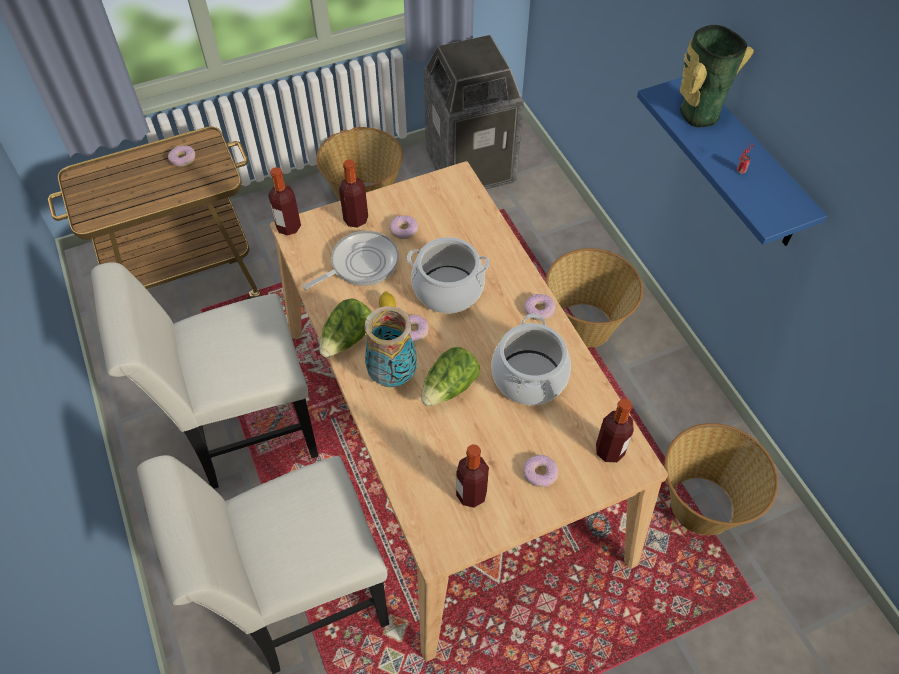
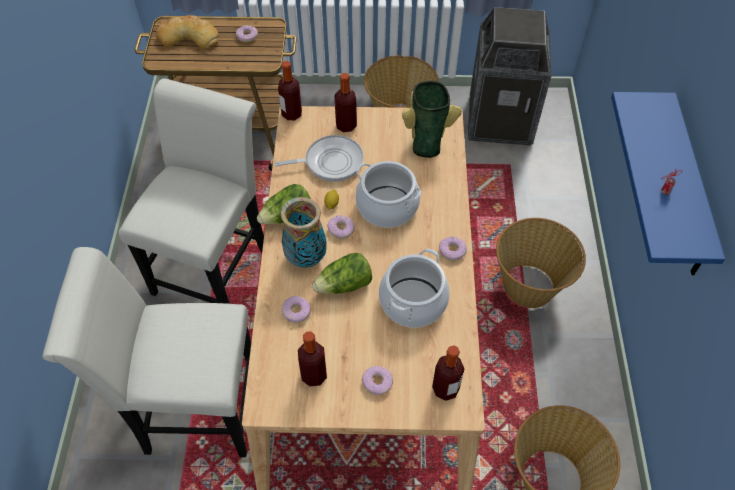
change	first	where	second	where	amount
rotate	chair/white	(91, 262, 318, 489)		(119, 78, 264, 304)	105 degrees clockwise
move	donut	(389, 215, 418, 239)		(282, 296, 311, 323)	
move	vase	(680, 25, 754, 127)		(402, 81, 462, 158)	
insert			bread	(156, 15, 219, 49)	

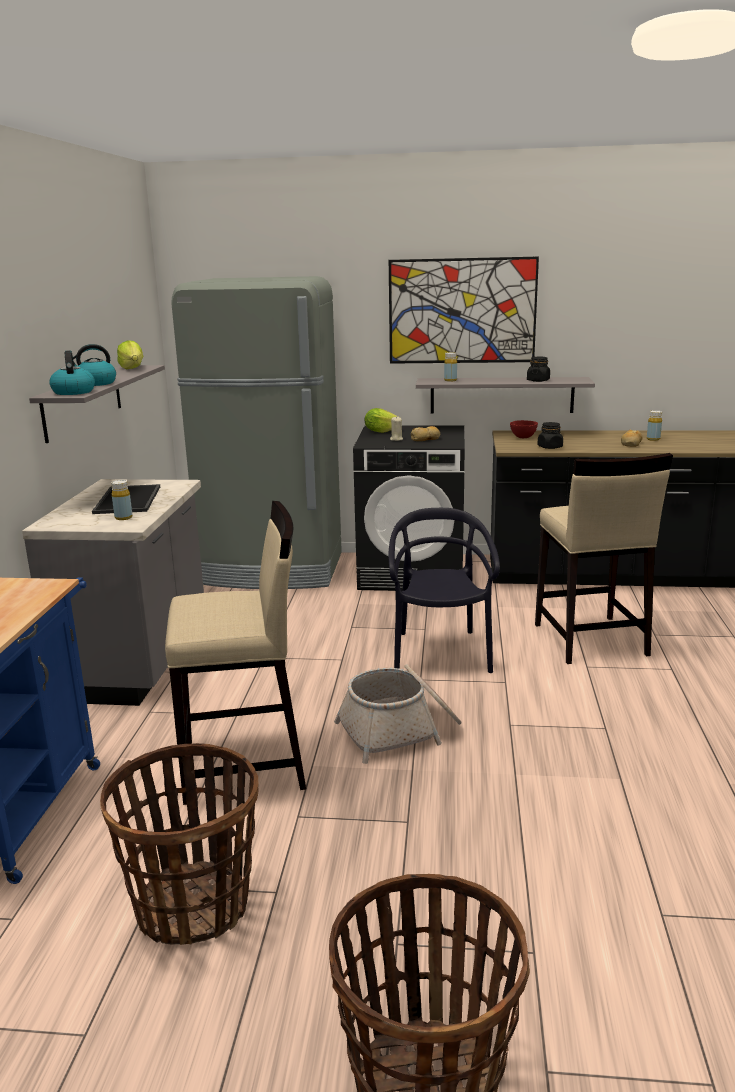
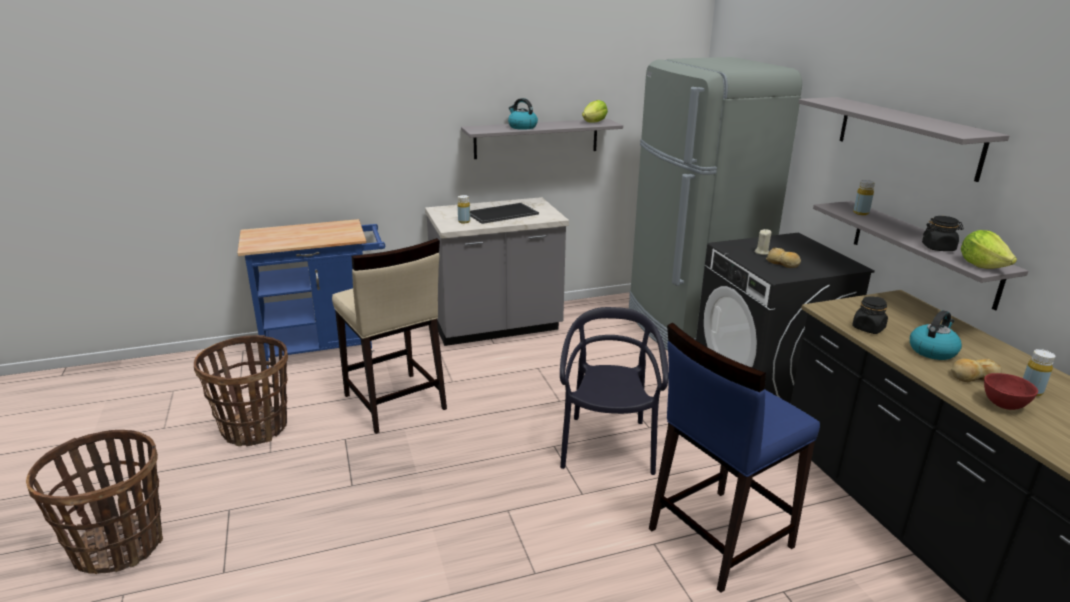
change	first	where	second	where	amount
move	kettle	(49, 350, 95, 395)		(910, 310, 962, 360)	
delete	basket	(334, 664, 462, 764)			
move	lettuce	(365, 408, 398, 433)		(961, 230, 1017, 269)	
replace	picture	(389, 257, 539, 364)	shelf/grey	(799, 97, 1009, 182)	
rotate	chair/black	(389, 508, 500, 673)		(560, 307, 668, 475)	60 degrees counterclockwise
move	bowl/red	(510, 420, 538, 438)		(984, 373, 1038, 410)	
recolor	stool/beige	(535, 453, 673, 664)	stool/blue	(649, 322, 820, 593)	

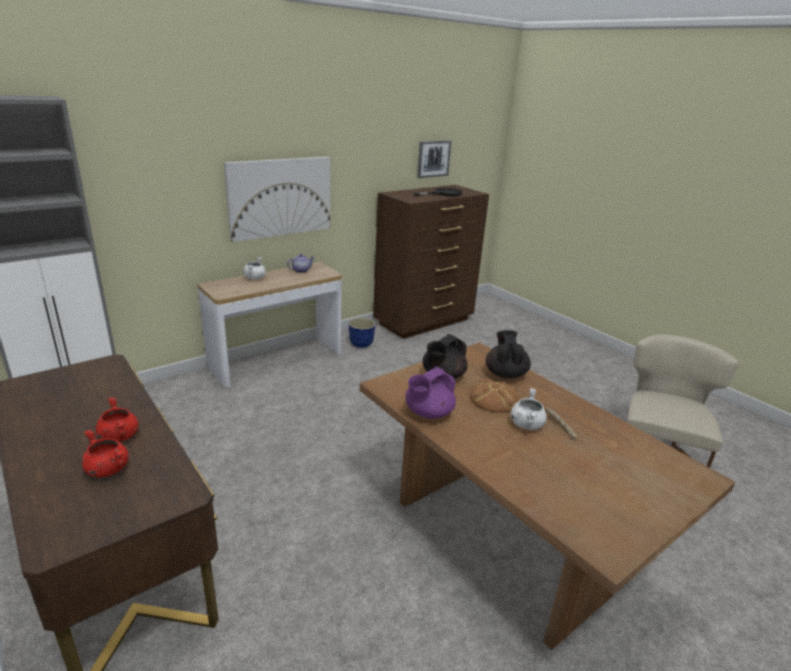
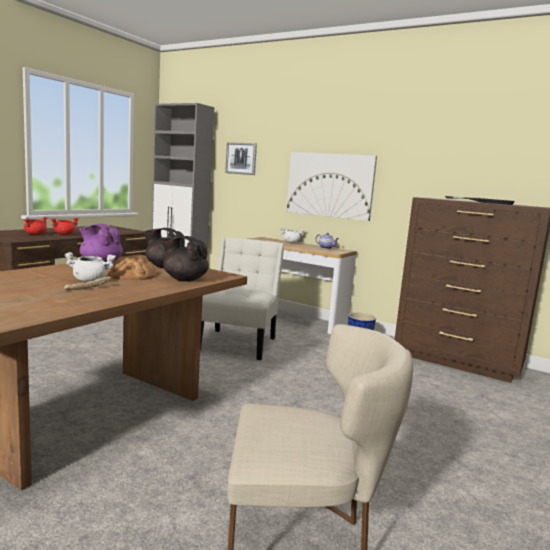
change	first	where	second	where	amount
move	picture	(417, 140, 452, 178)		(225, 142, 257, 175)	
rotate	teapot/black	(486, 330, 531, 379)		(162, 236, 209, 282)	135 degrees counterclockwise
insert			chair/white	(200, 237, 284, 360)	

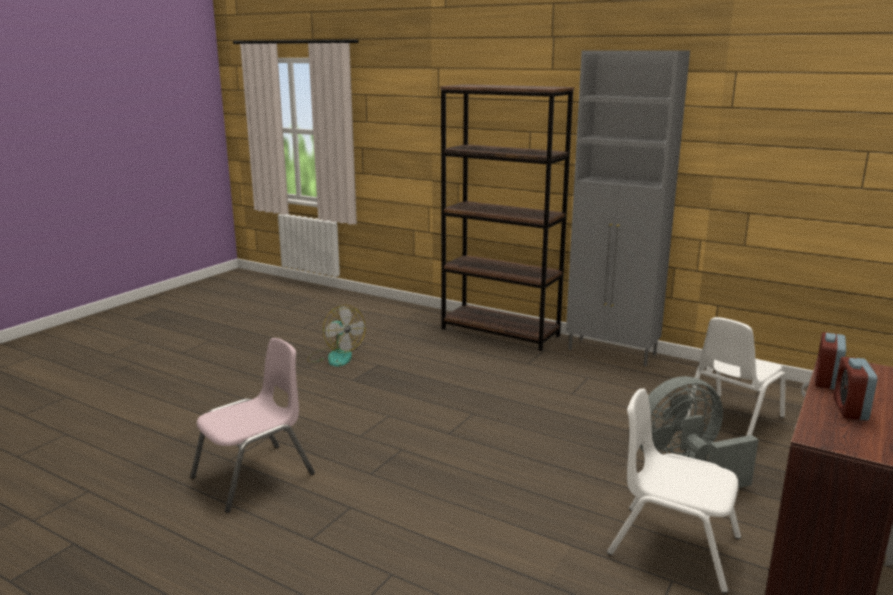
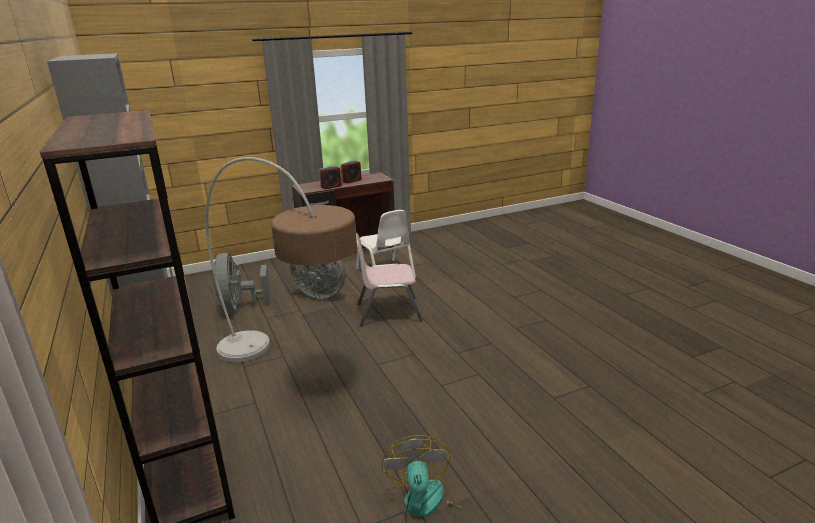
change	first	where	second	where	amount
move	chair/pink	(190, 338, 315, 513)		(356, 233, 423, 326)	
replace	chair/white	(686, 317, 786, 436)	fan/grey	(213, 253, 270, 312)	
insert			floor lamp	(205, 157, 357, 363)	

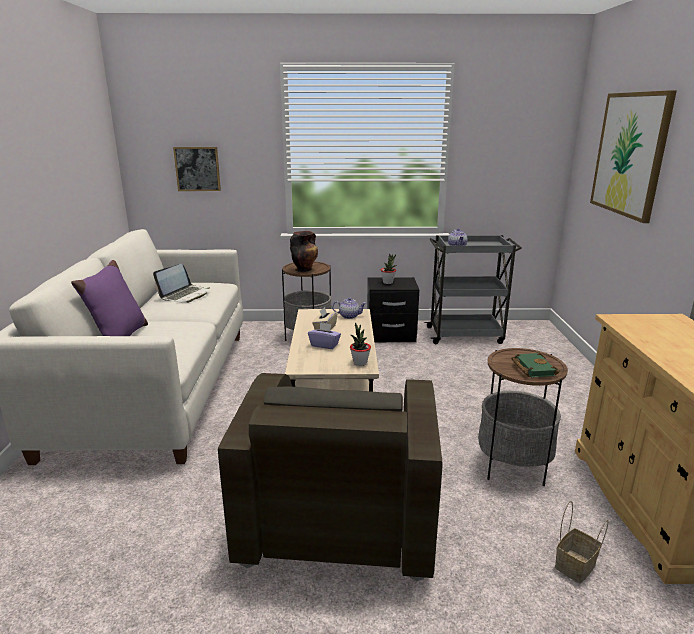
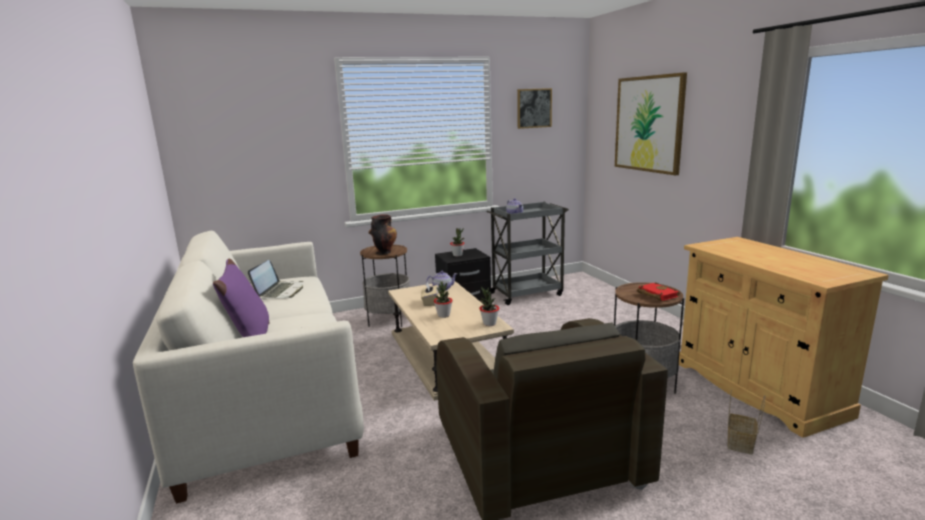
change	first	where	second	where	amount
move	picture	(173, 147, 221, 191)		(517, 88, 552, 129)	
replace	tissue box/purple	(308, 322, 341, 349)	potted plant	(434, 281, 453, 318)	
recolor	book/green	(511, 353, 560, 377)	book/red	(637, 282, 680, 301)	

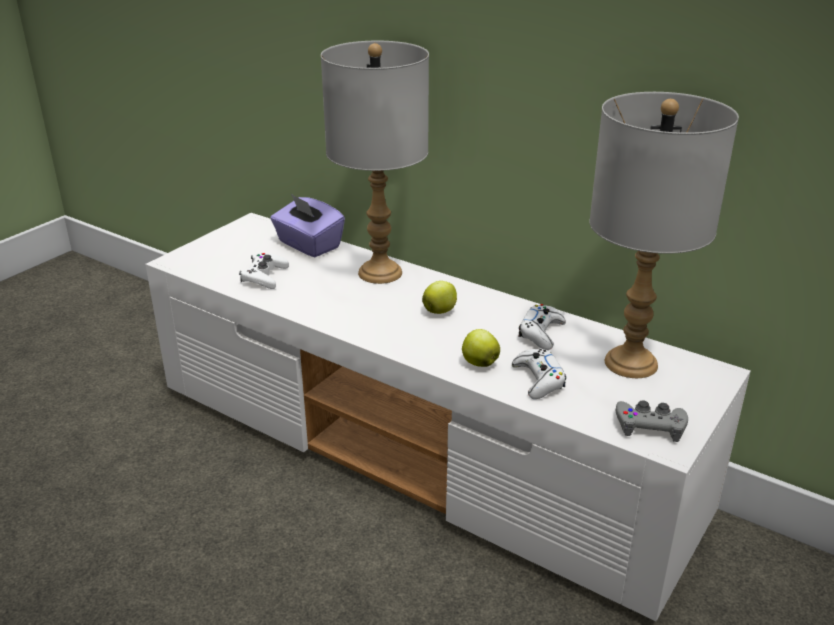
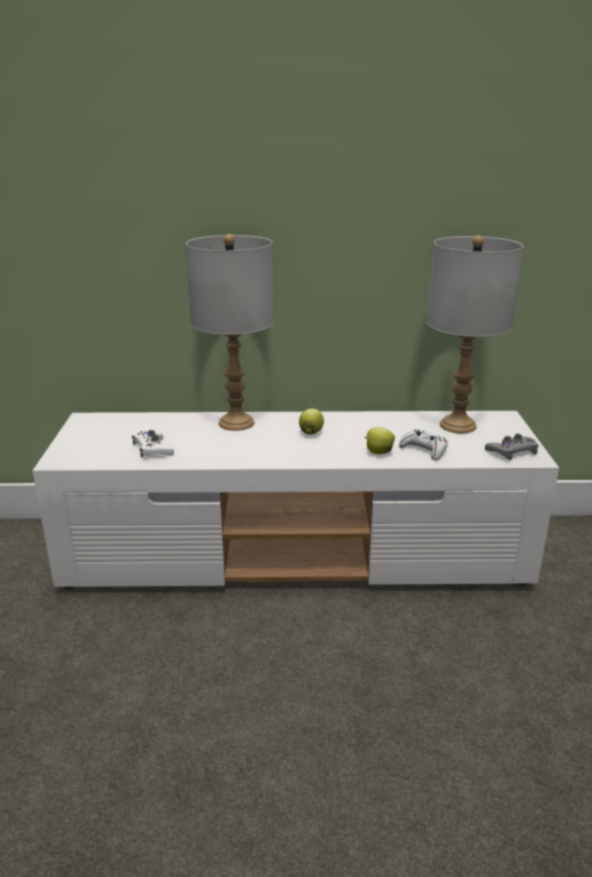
change	first	where	second	where	amount
delete	tissue box/purple	(270, 194, 345, 257)			
delete	game controller/white	(518, 304, 566, 350)			

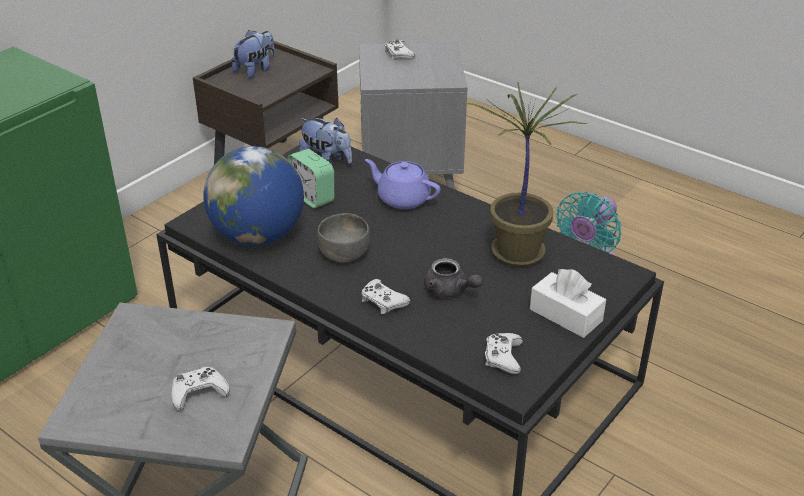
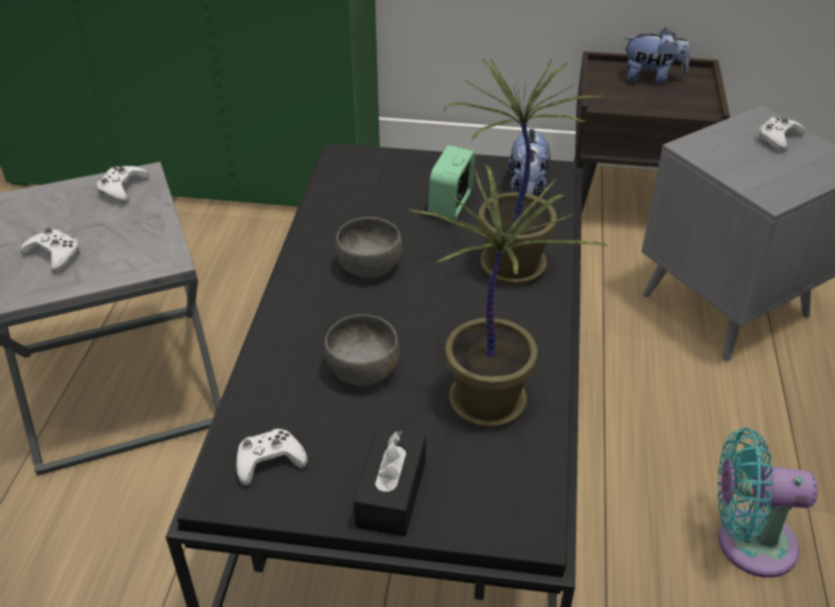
change	first	where	second	where	amount
delete	globe	(203, 146, 304, 246)			
move	game controller/white	(361, 279, 410, 314)		(96, 166, 149, 204)	
replace	teapot/purple	(365, 159, 441, 209)	potted plant	(444, 58, 603, 284)	
replace	teapot/grey	(424, 258, 483, 298)	bowl/grey	(324, 314, 399, 386)	
recolor	tissue box/white	(530, 269, 606, 338)	tissue box/black	(354, 428, 426, 536)	

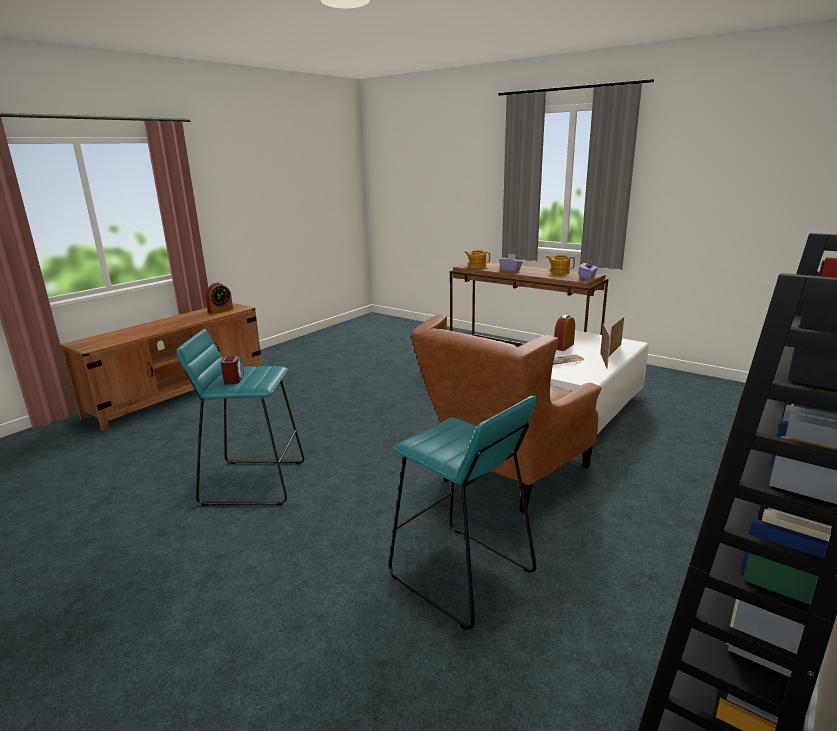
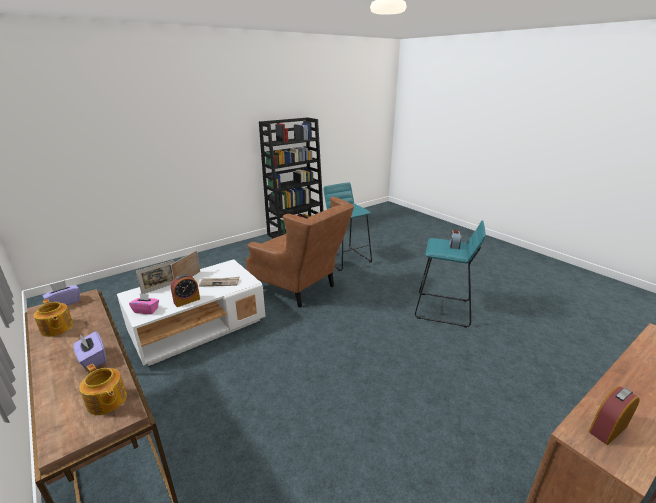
change	first	where	second	where	amount
rotate	armchair/brown	(411, 315, 601, 513)		(246, 197, 354, 308)	75 degrees clockwise
insert			tissue box/pink	(129, 293, 159, 314)	

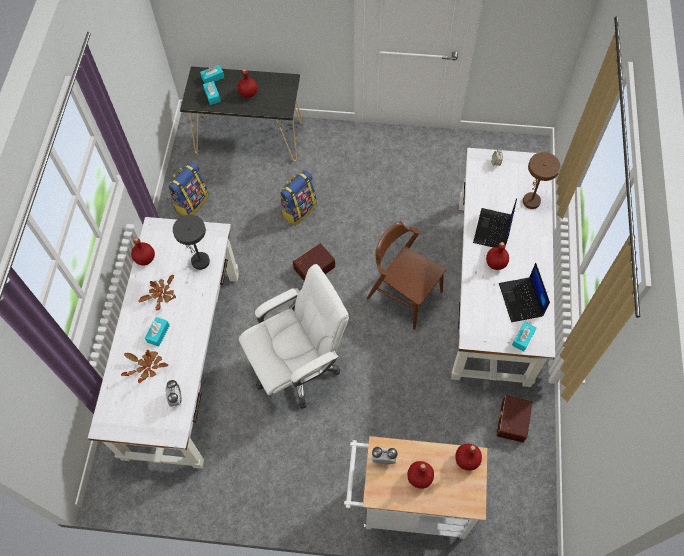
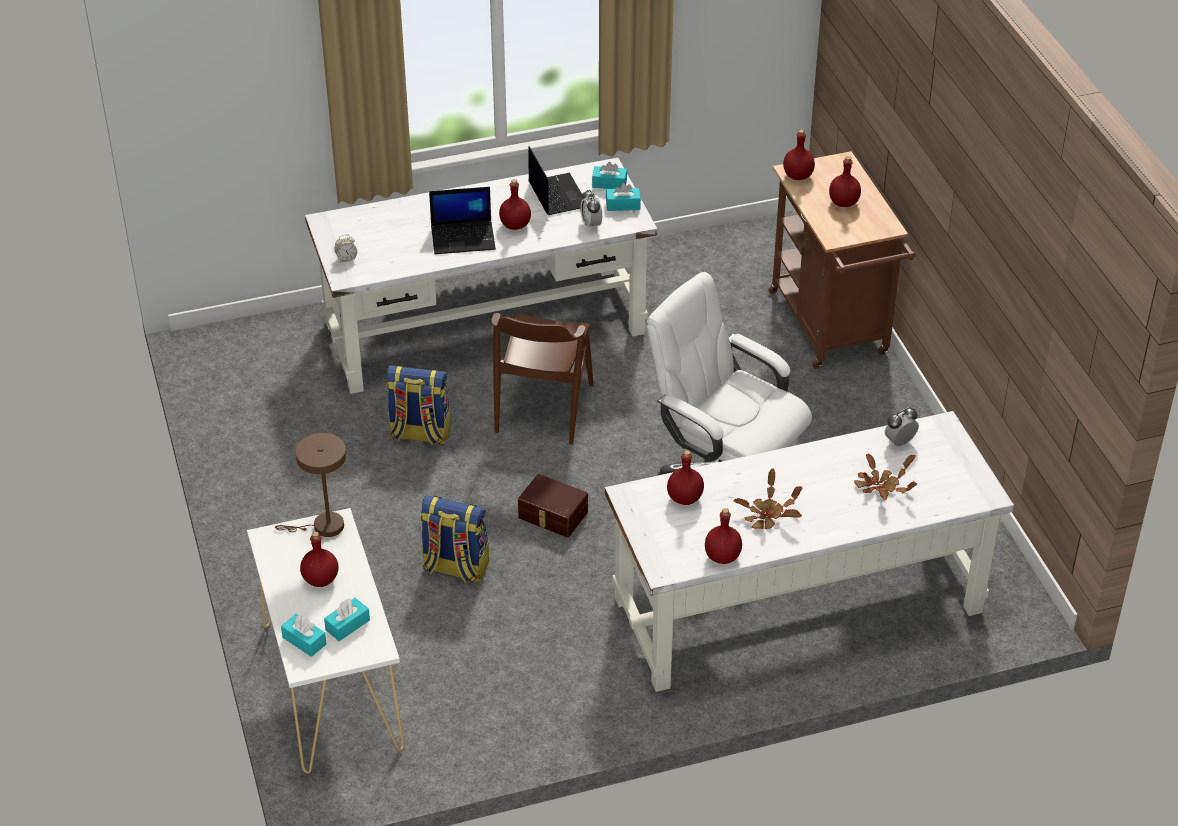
change	first	where	second	where	amount
move	tissue box/turquoise	(145, 317, 170, 347)		(606, 183, 641, 211)	
move	backpack	(168, 162, 209, 216)		(386, 366, 450, 445)	
replace	table lamp/grey	(173, 215, 210, 270)	bottle/red	(667, 450, 704, 505)	
recolor	console table/black	(180, 66, 303, 162)	console table/white	(247, 508, 404, 774)	
recolor	cart/white	(344, 436, 487, 539)	cart/brown	(768, 151, 916, 369)	
move	alarm clock	(372, 447, 397, 464)		(581, 190, 602, 231)	
delete	storage box/brown	(496, 395, 532, 443)			
rotate	laptop	(499, 263, 550, 322)		(528, 146, 585, 215)	75 degrees counterclockwise
move	table lamp/brown	(523, 152, 560, 209)		(275, 433, 346, 537)	

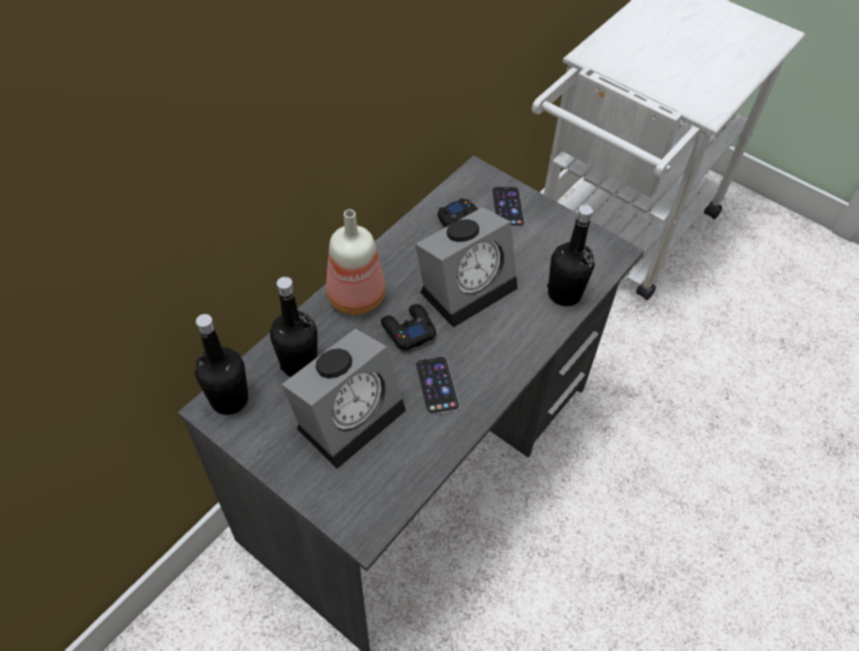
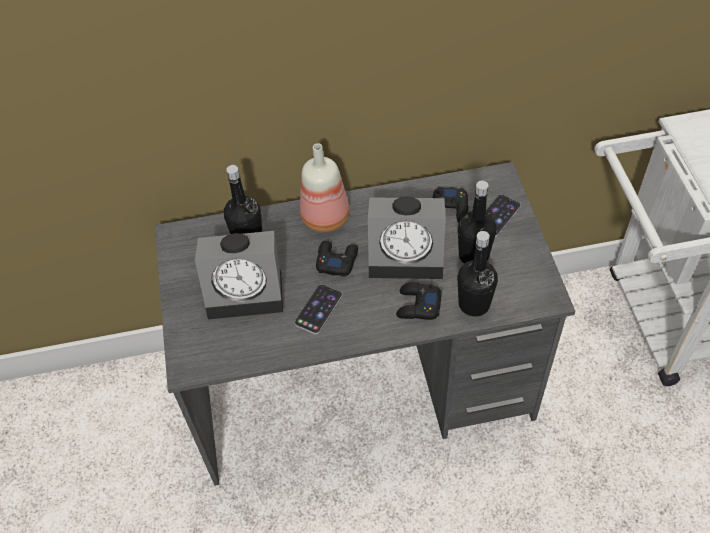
change	first	where	second	where	amount
move	bottle/black	(195, 314, 248, 415)		(458, 180, 496, 264)	
insert			game controller/black	(396, 282, 442, 320)	

